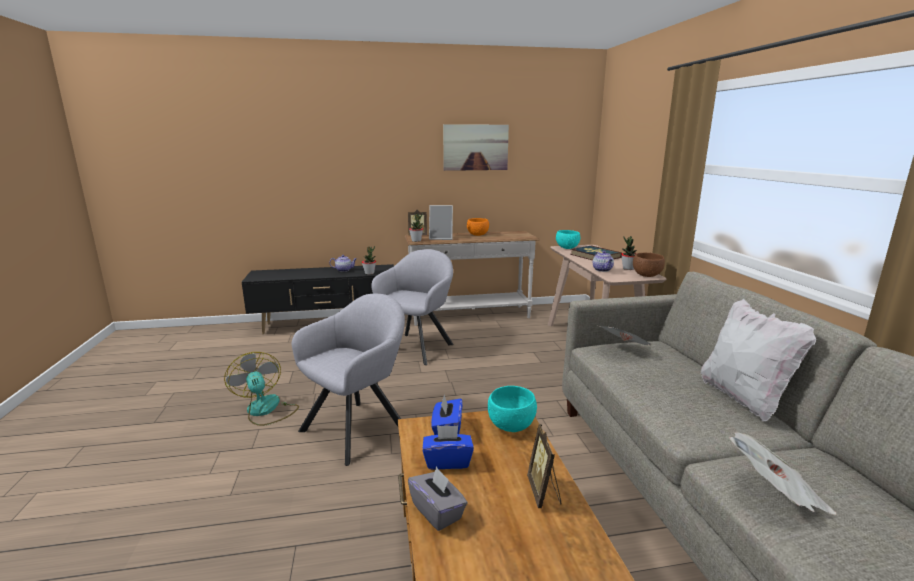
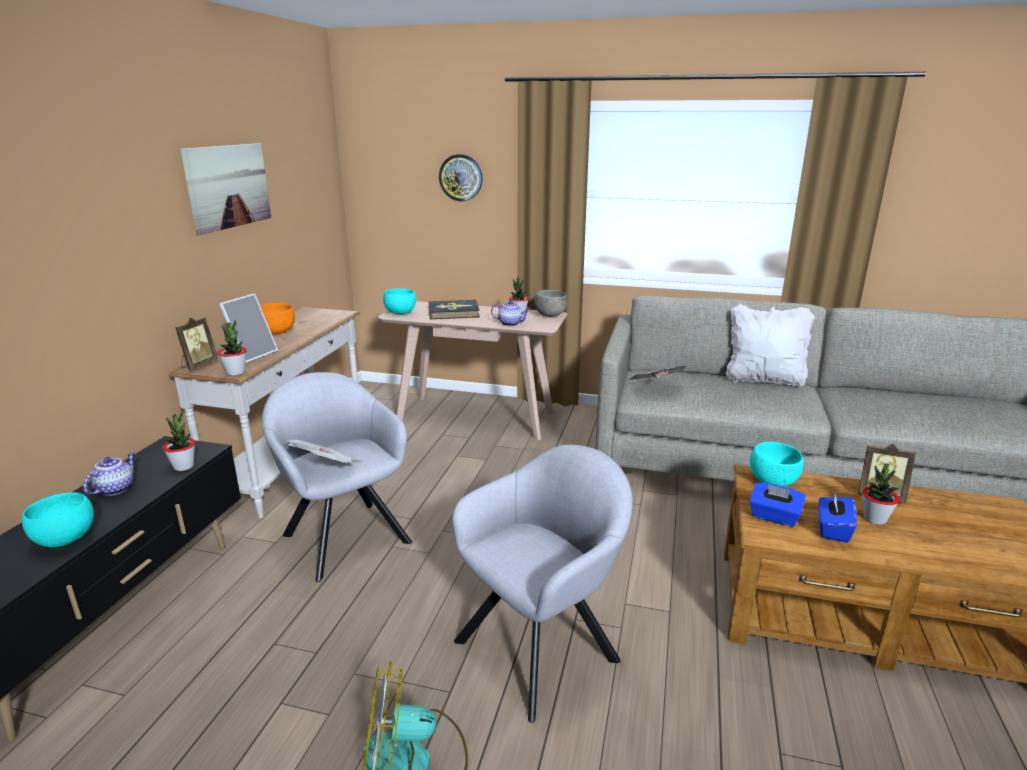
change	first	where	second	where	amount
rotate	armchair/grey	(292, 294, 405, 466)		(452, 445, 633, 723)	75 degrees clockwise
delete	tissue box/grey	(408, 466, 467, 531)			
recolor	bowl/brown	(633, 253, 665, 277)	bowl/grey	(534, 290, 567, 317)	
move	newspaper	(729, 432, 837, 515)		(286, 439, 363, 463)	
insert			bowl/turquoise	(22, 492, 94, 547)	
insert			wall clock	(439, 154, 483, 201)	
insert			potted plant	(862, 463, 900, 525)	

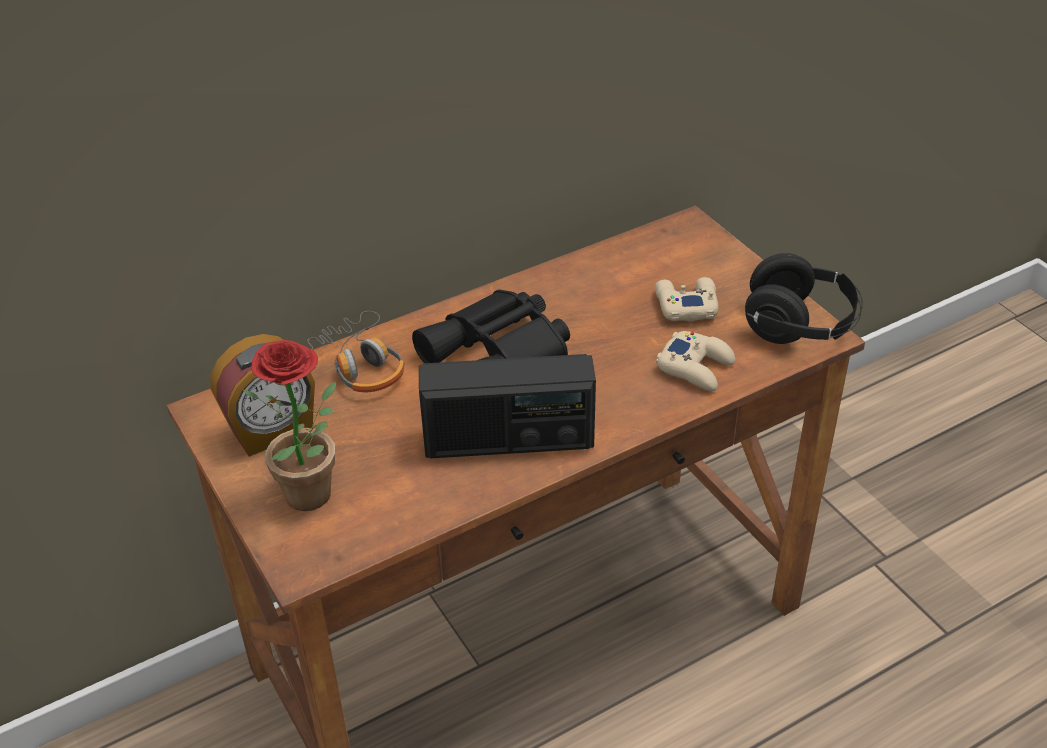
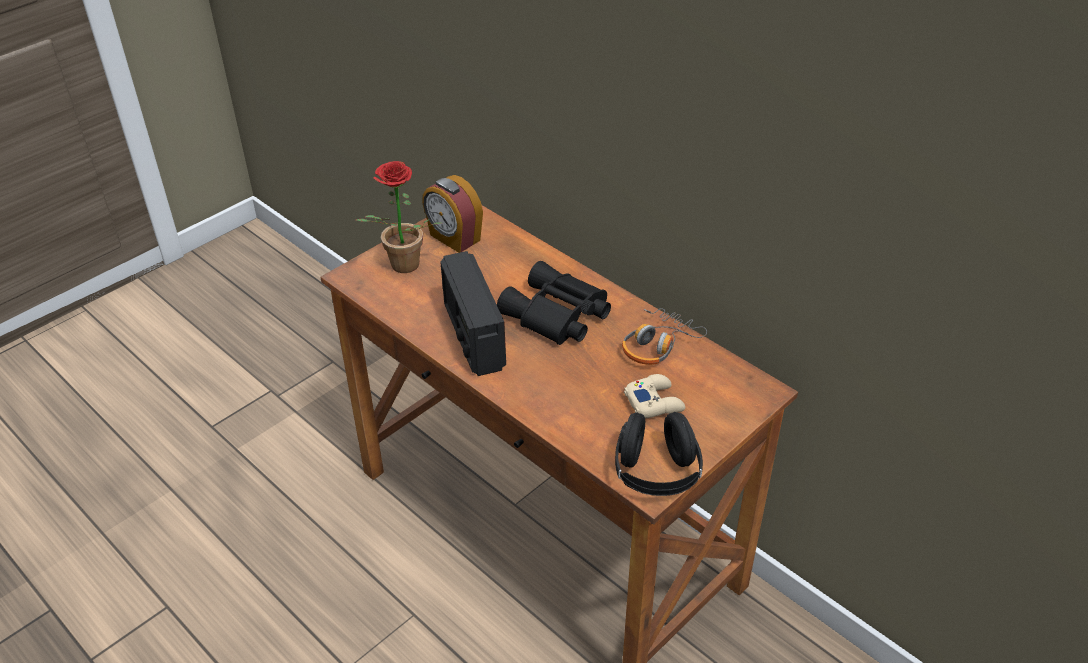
change	first	where	second	where	amount
move	headphones	(307, 311, 405, 392)		(622, 308, 707, 365)	
delete	game controller/beige	(656, 331, 735, 391)			

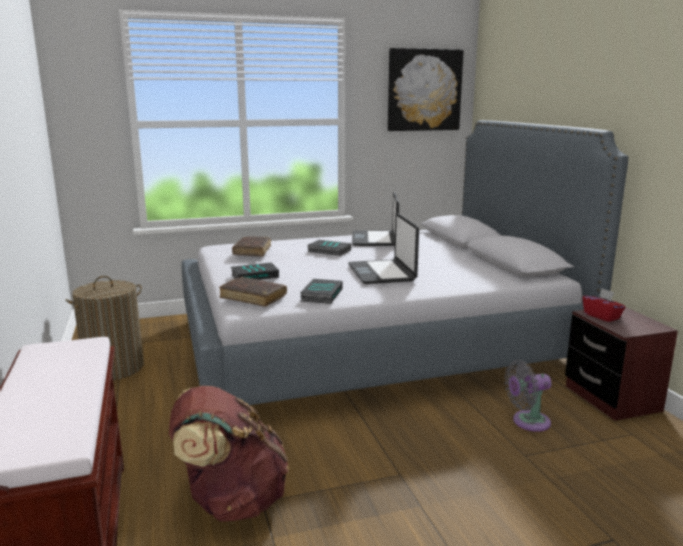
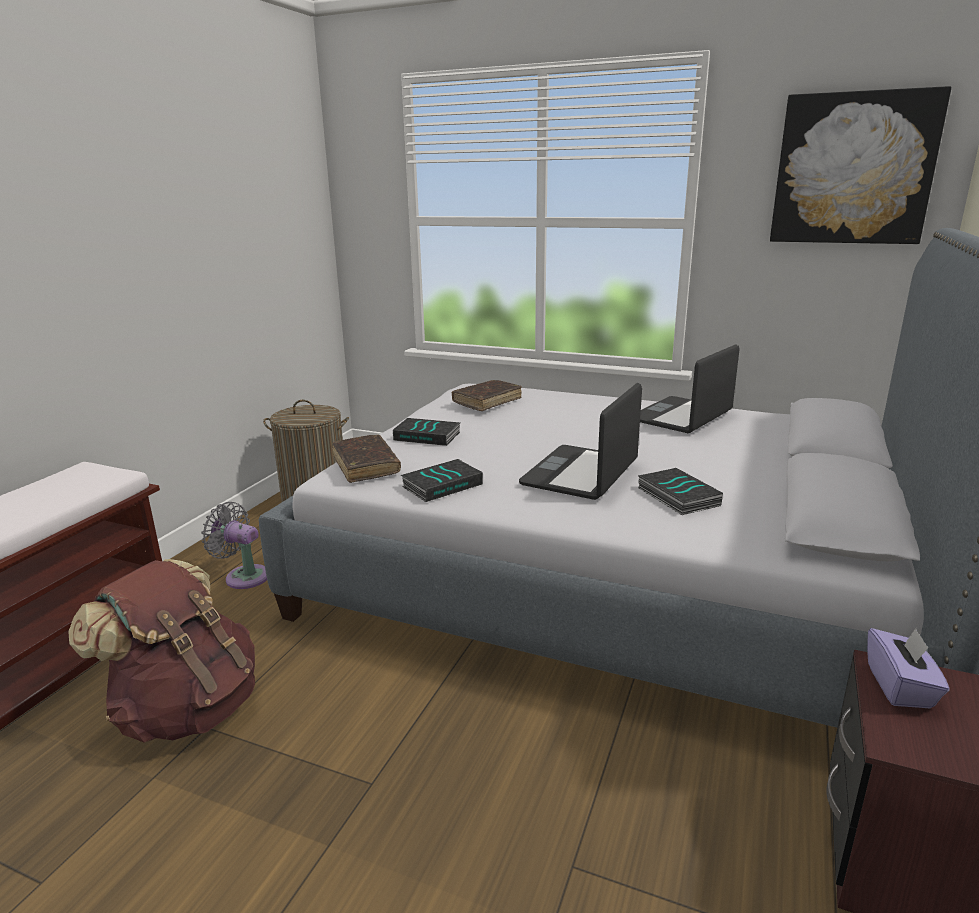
change	first	where	second	where	amount
move	book	(308, 240, 351, 256)		(638, 468, 723, 515)	
move	fan/grey	(505, 360, 552, 432)		(201, 502, 267, 589)	
recolor	tissue box/red	(583, 288, 626, 322)	tissue box/purple	(867, 628, 950, 709)	

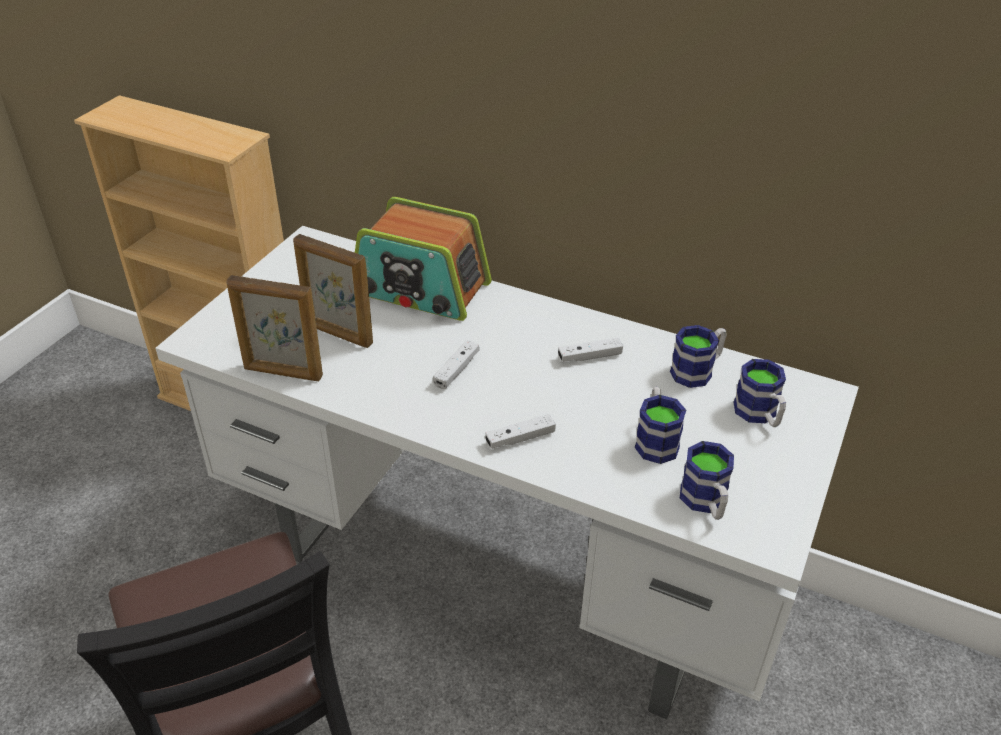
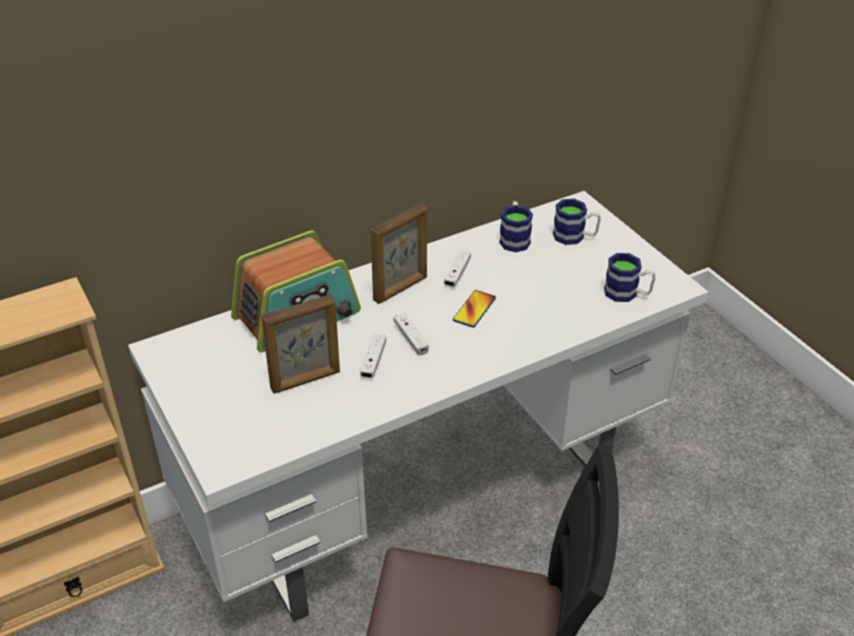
change	first	where	second	where	amount
move	picture frame	(226, 275, 323, 381)		(371, 203, 427, 304)	
move	game controller/white	(485, 414, 556, 449)		(360, 334, 386, 378)	
delete	mug	(634, 387, 686, 464)			
insert			phone	(453, 290, 496, 328)	

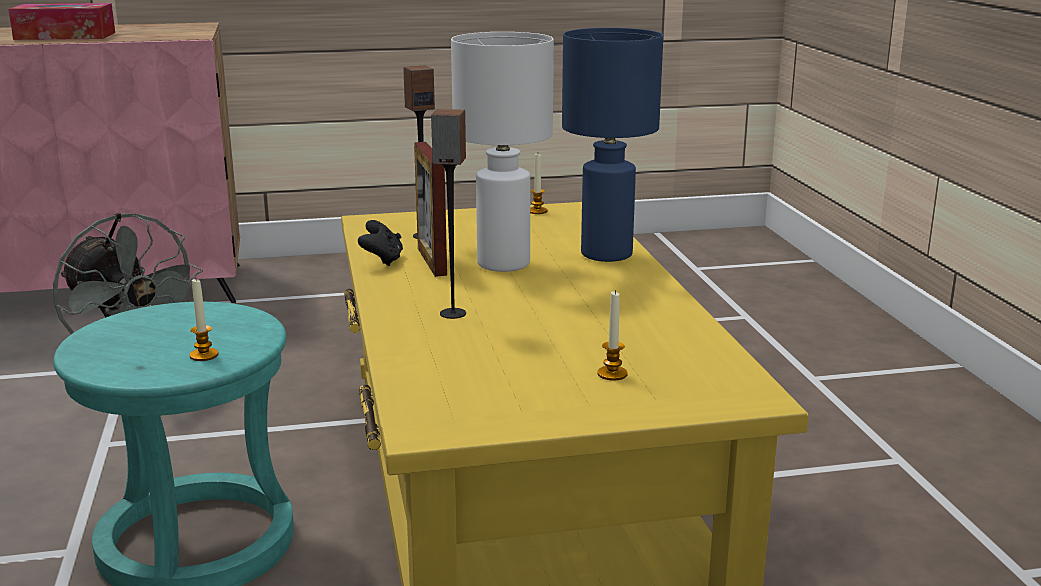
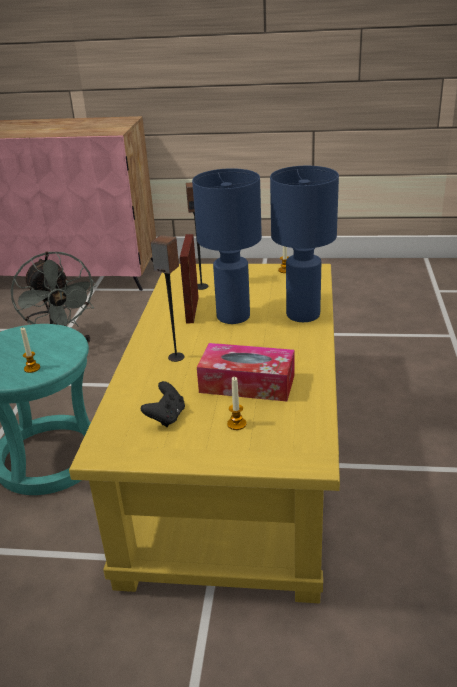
change	first	where	second	where	amount
move	tissue box	(8, 3, 115, 40)		(197, 343, 295, 402)	
move	game controller/black	(358, 220, 403, 266)		(141, 381, 185, 427)	
recolor	table lamp/white	(451, 32, 554, 272)	table lamp/blue	(192, 168, 262, 324)	

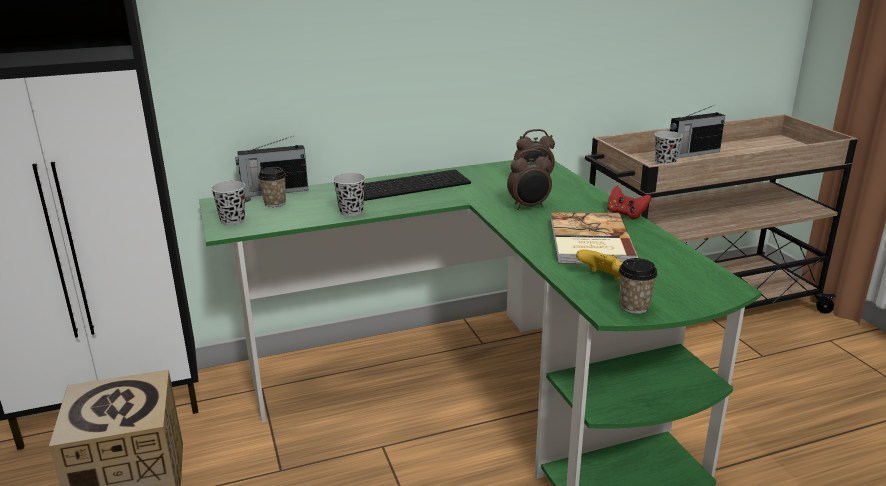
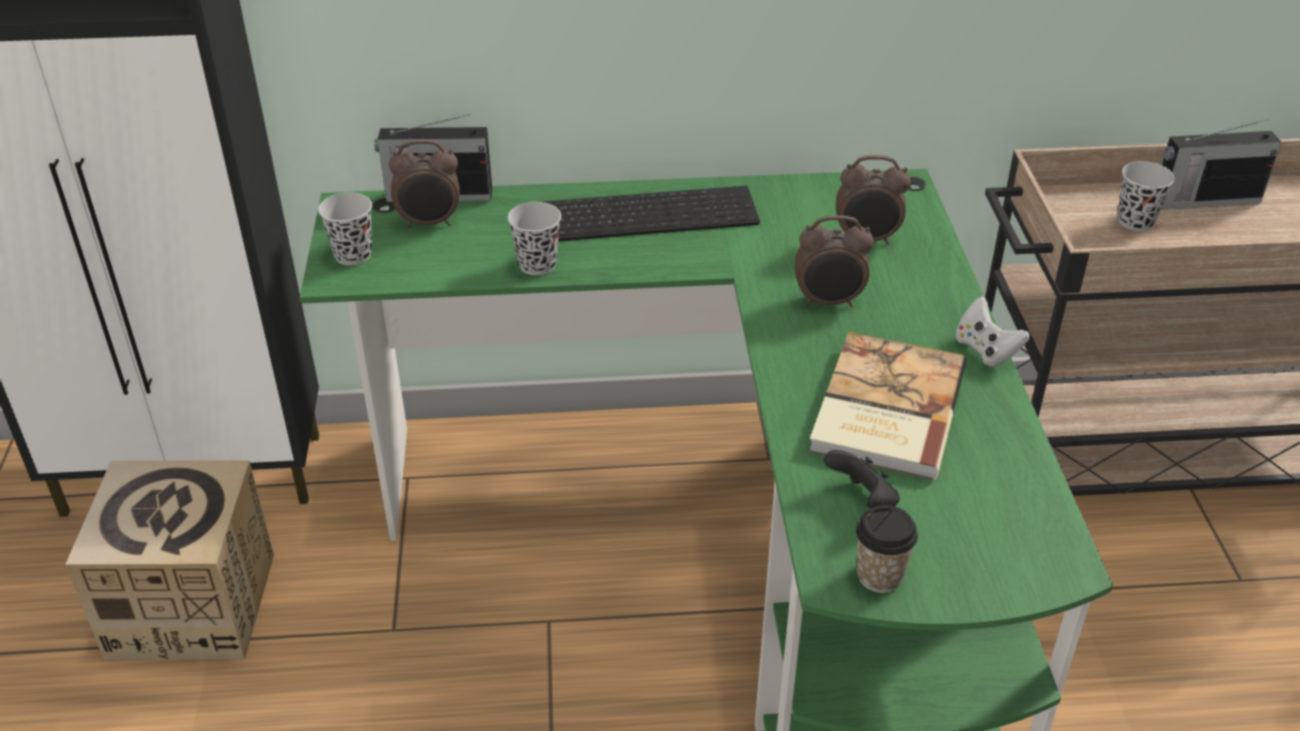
change	first	where	second	where	amount
replace	cup	(258, 167, 286, 207)	alarm clock	(389, 140, 460, 229)	
recolor	game controller/yellow	(576, 249, 623, 280)	game controller/black	(824, 450, 900, 508)	
recolor	game controller/red	(607, 186, 652, 219)	game controller/white	(955, 296, 1030, 367)	

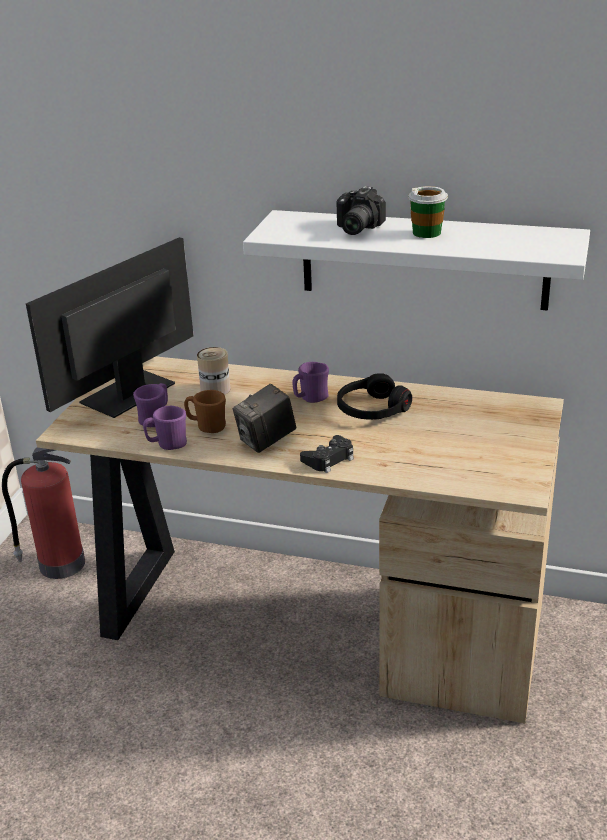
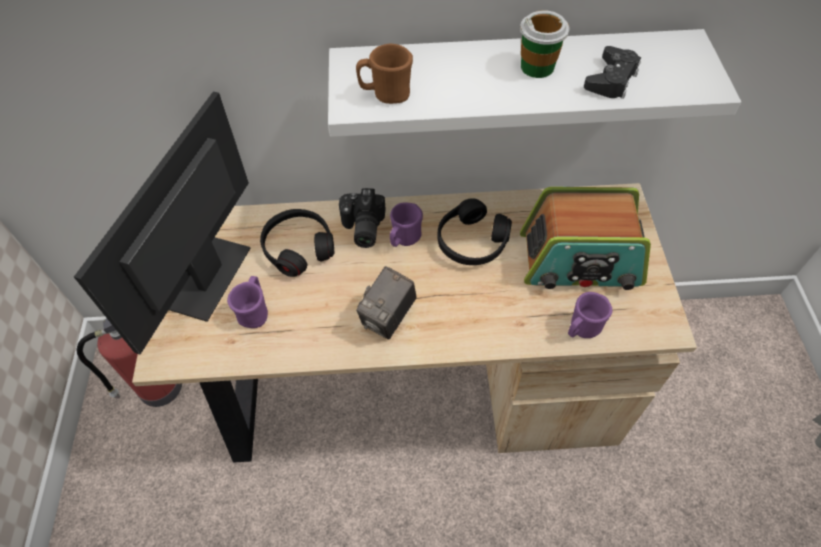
change	first	where	second	where	amount
move	mug/purple	(143, 406, 187, 450)		(568, 292, 612, 338)	
move	mug/brown	(184, 390, 226, 433)		(356, 44, 413, 104)	
replace	can	(197, 347, 231, 395)	headphones/black	(260, 209, 334, 277)	
move	game controller/black	(300, 435, 354, 473)		(584, 46, 641, 99)	
move	photo camera	(337, 186, 386, 235)		(339, 188, 386, 248)	
insert			radio	(520, 187, 651, 290)	

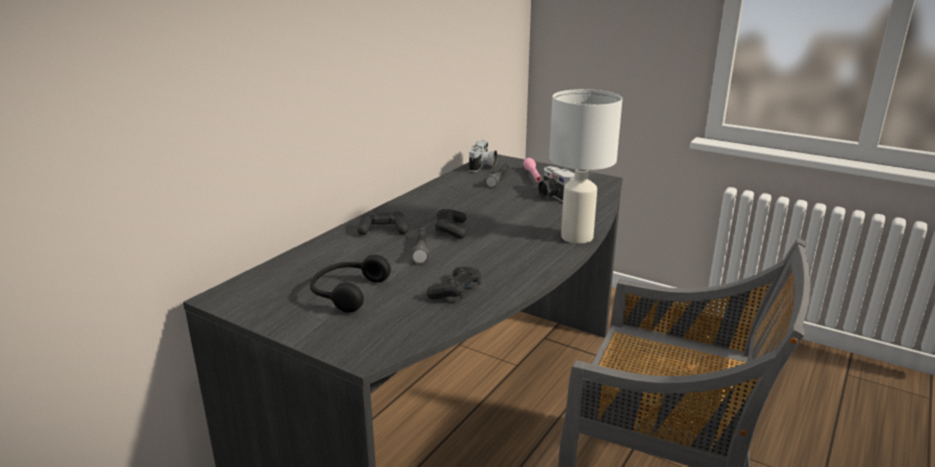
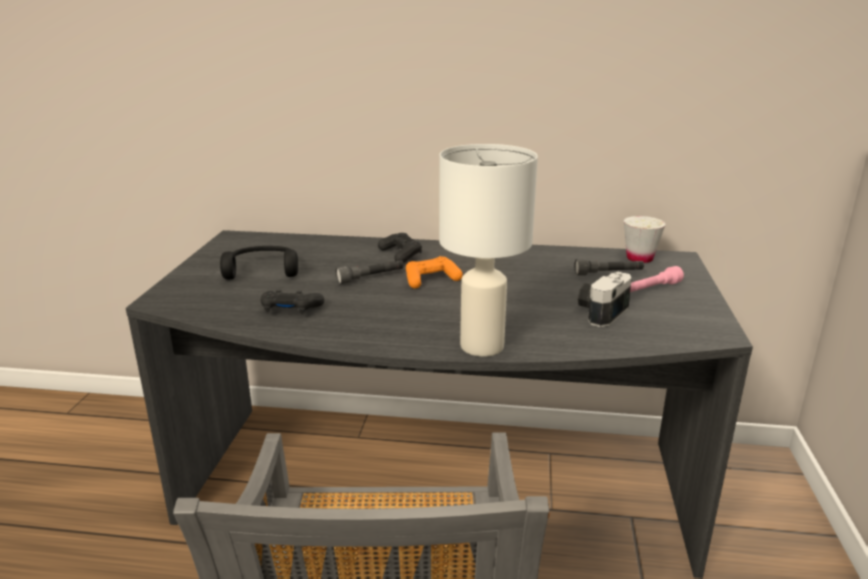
change	first	where	second	where	amount
recolor	game controller/black	(435, 209, 466, 239)	game controller/orange	(406, 256, 463, 289)	
replace	photo camera	(469, 141, 497, 172)	cup/white	(624, 216, 666, 263)	

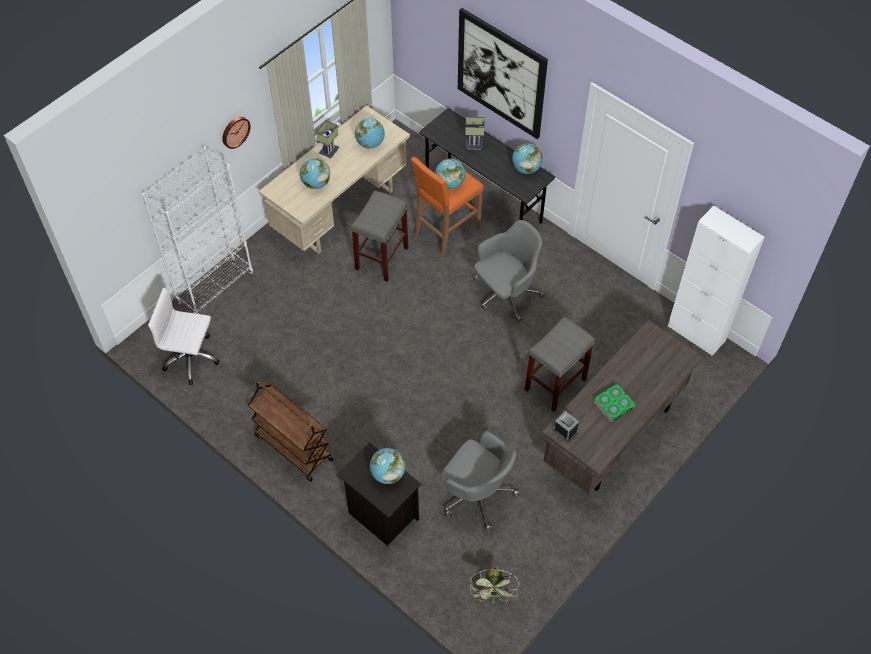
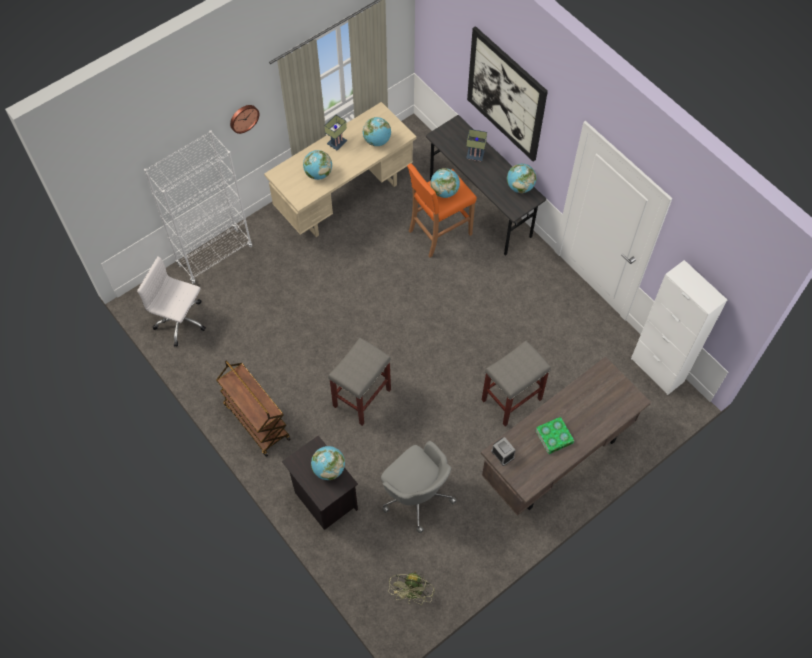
change	first	where	second	where	amount
move	stool/grey	(351, 190, 408, 282)		(328, 338, 391, 426)	
delete	office chair/grey	(473, 220, 545, 322)			

